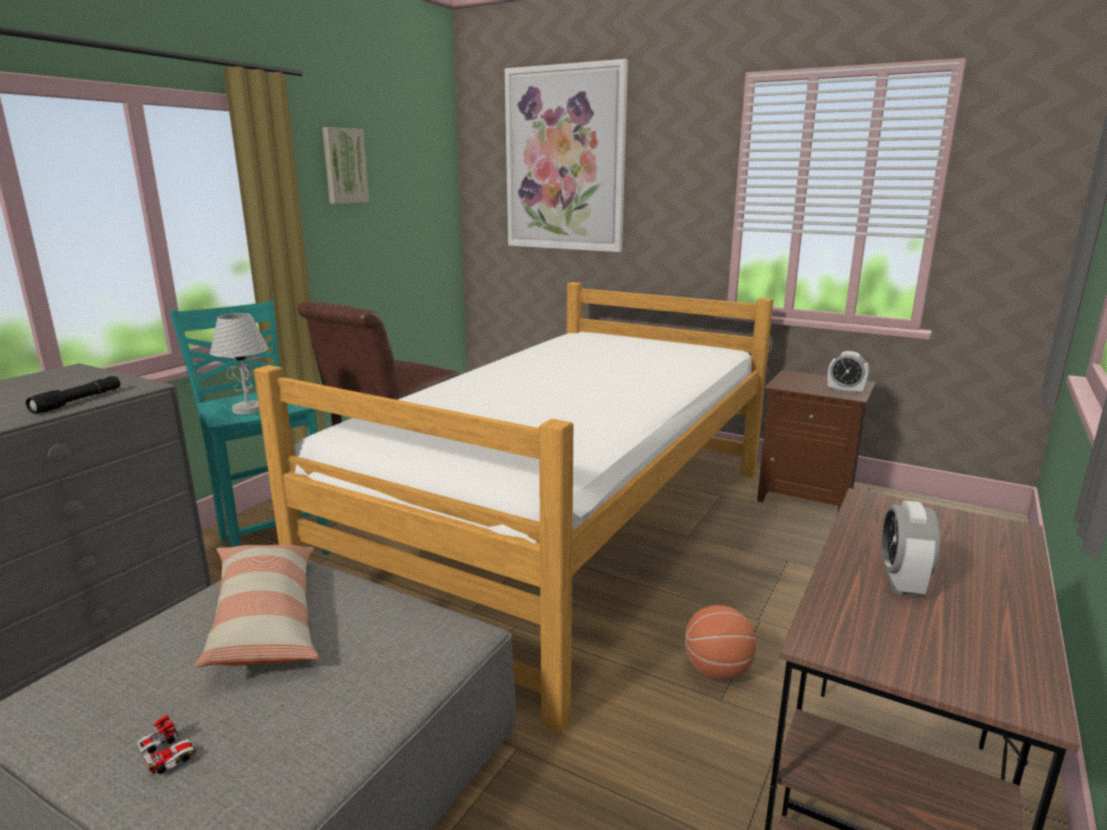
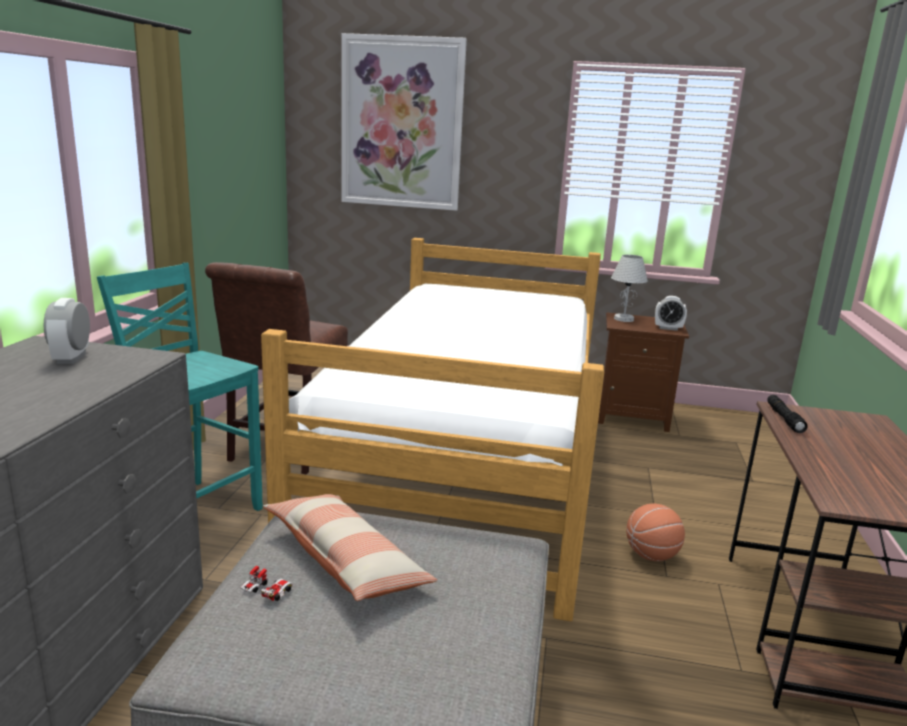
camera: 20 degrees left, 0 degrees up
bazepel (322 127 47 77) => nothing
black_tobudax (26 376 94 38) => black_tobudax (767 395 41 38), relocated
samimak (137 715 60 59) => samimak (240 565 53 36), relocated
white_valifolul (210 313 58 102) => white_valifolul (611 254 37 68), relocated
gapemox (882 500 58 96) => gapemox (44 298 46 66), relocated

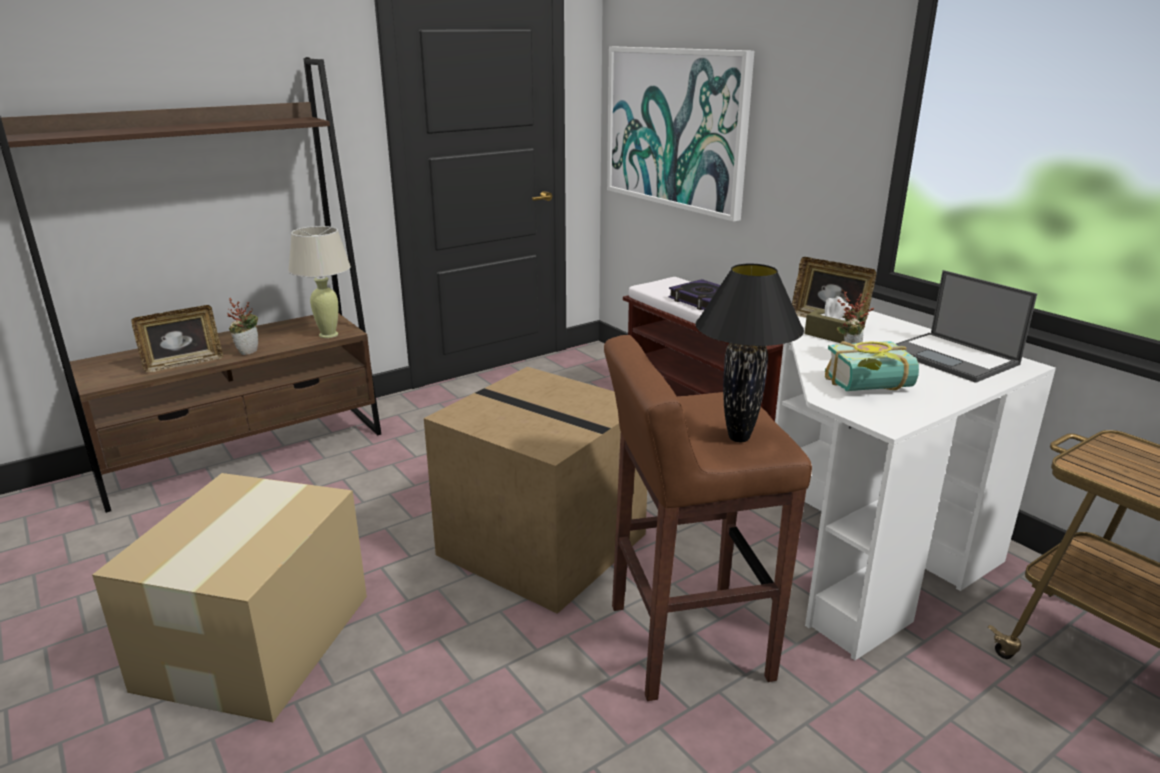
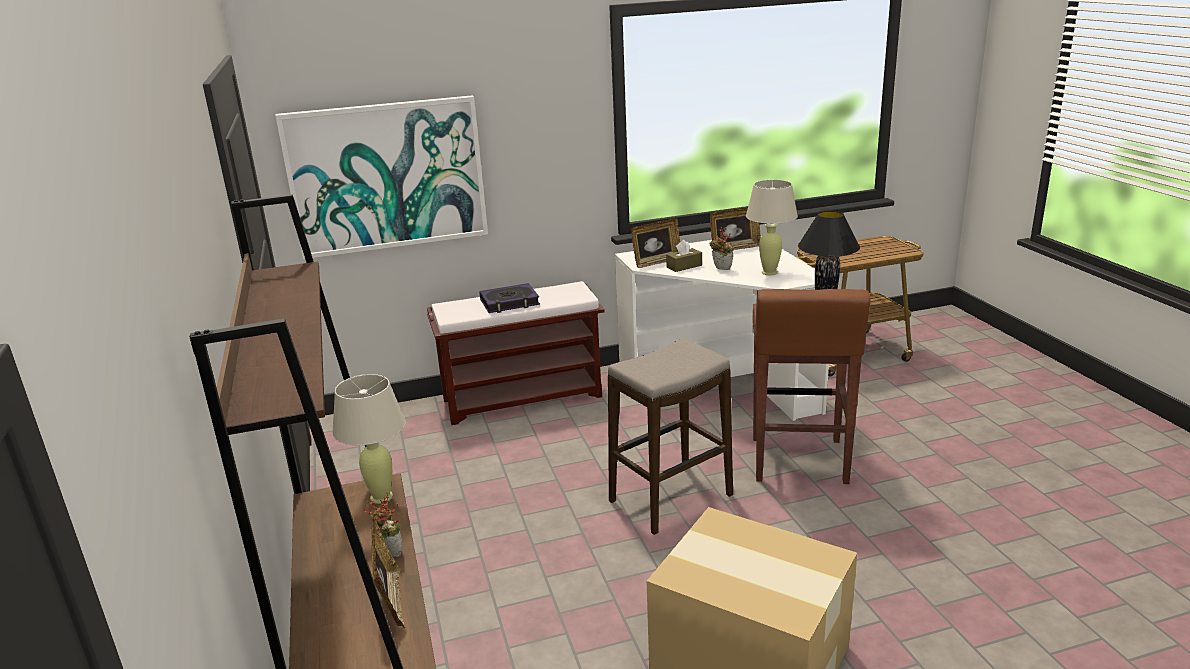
camera: 70 degrees left, 0 degrees up
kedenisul (424 367 223 247) => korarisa (608 338 125 197)
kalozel (825 341 94 50) => beige_valifolul (746 179 52 96)
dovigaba (896 270 141 113) => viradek (710 207 51 43)

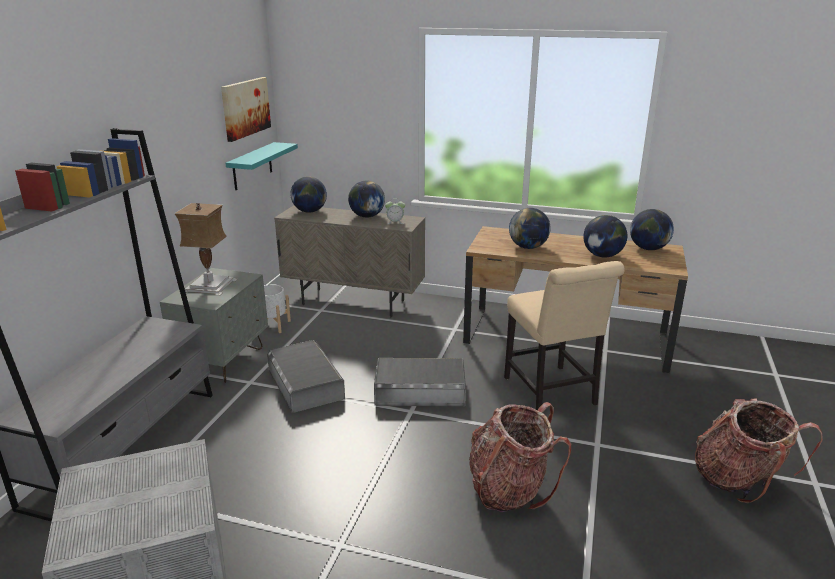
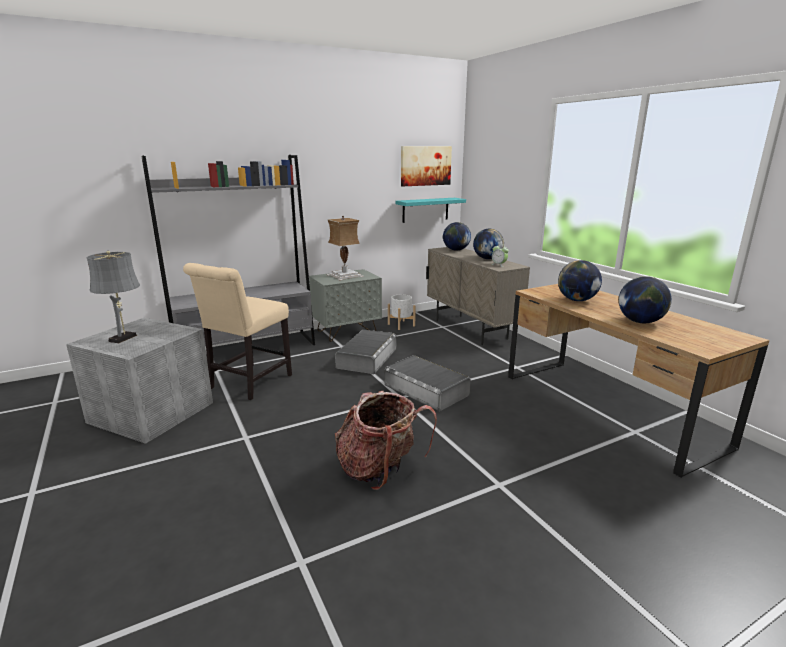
camera: 45 degrees right, 5 degrees down
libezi (630 209 44 41) => nothing
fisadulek (695 398 128 105) => nothing
nothing => grey_valifolul (86 251 54 92)
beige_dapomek (504 261 121 149) => beige_dapomek (183 263 109 137), relocated

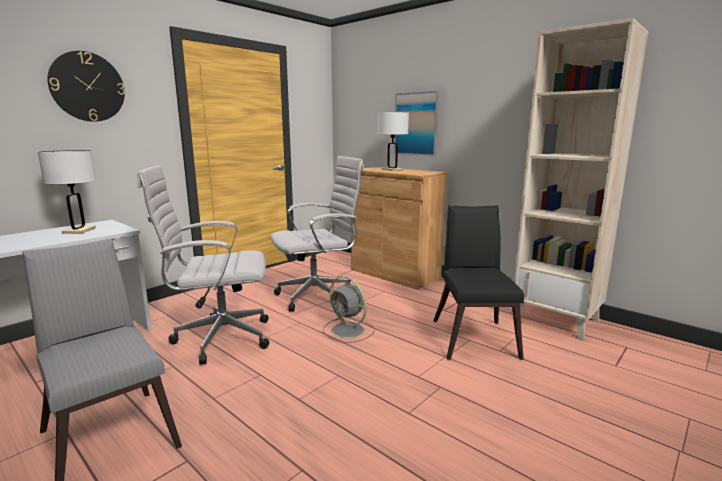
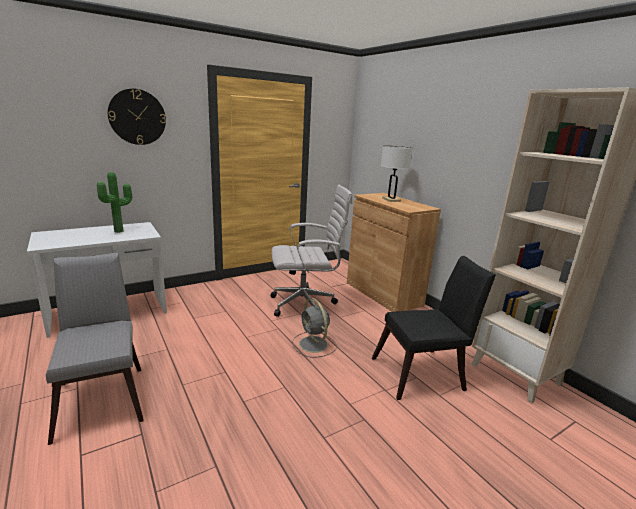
camera: 15 degrees right, 5 degrees up
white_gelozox (137 165 132 200) => nothing
bazepel (394 91 45 65) => nothing
white_valifolul (38 150 58 84) => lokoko (97 172 35 61)
black_dapomek (433 205 91 155) => black_dapomek (372 256 124 144), 60 degrees clockwise

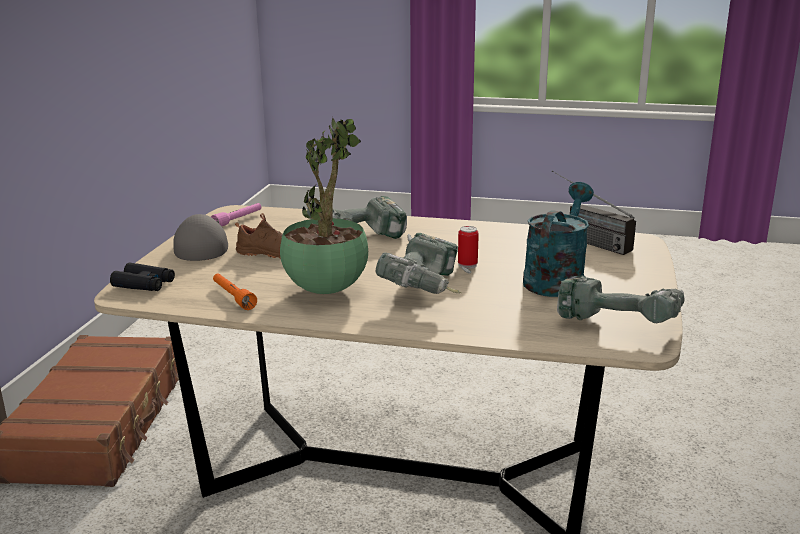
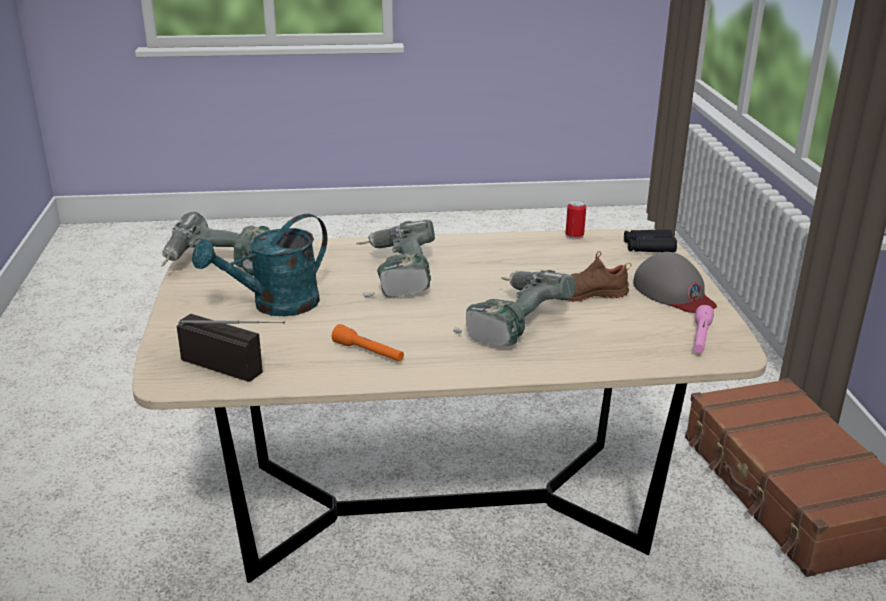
camera: 160 degrees right, 5 degrees up
lokoko (280 117 88 177) => nothing
orange_tobudax (213 274 44 36) => orange_tobudax (332 324 72 38), relocated
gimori (458 226 21 43) => gimori (566 200 20 40), relocated
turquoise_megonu (523 182 71 115) => turquoise_megonu (192 214 135 102), 45 degrees clockwise

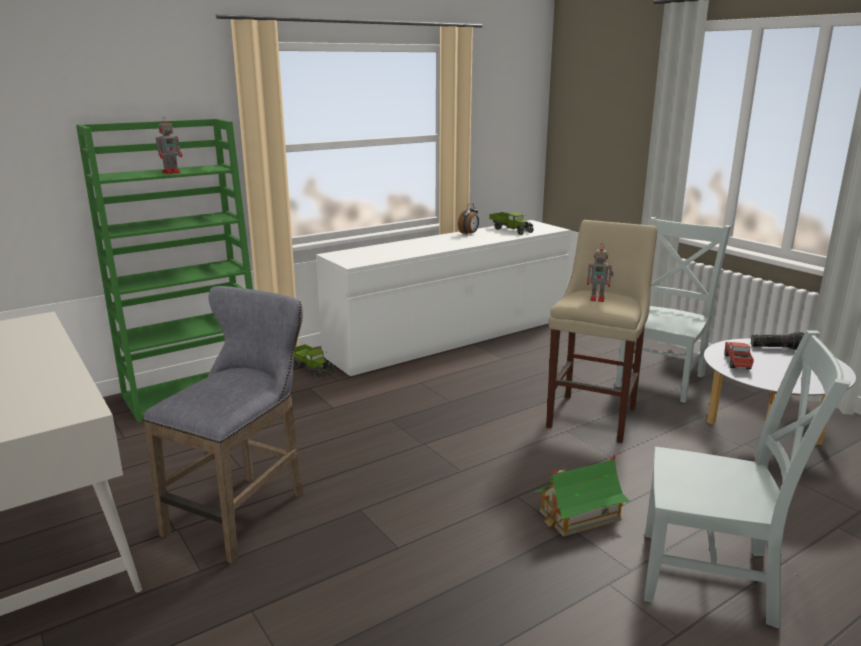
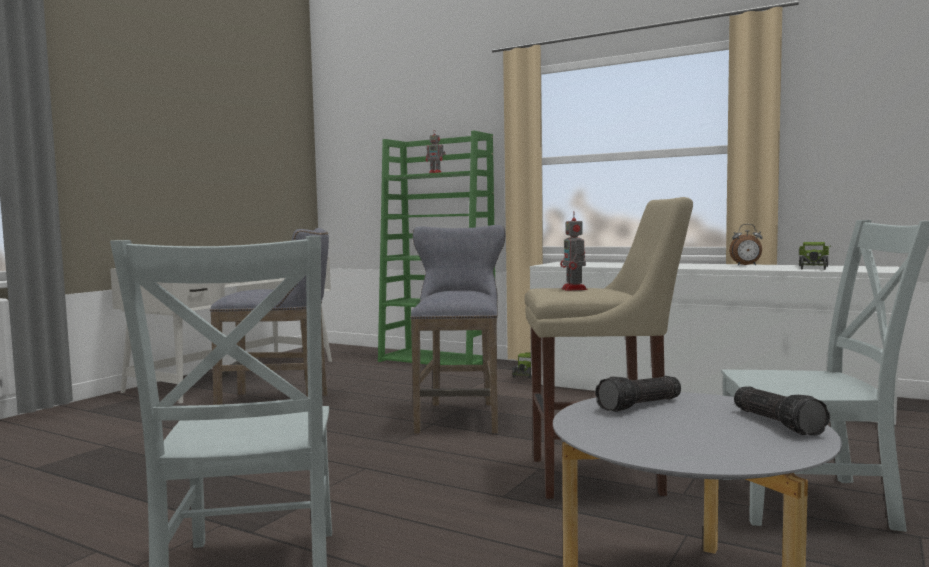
camera: 65 degrees right, 15 degrees down
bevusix (535 456 95 81) => nothing
nothing => grey_korarisa (410 225 96 208)
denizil (724 342 30 27) => tobudax (595 376 86 36)

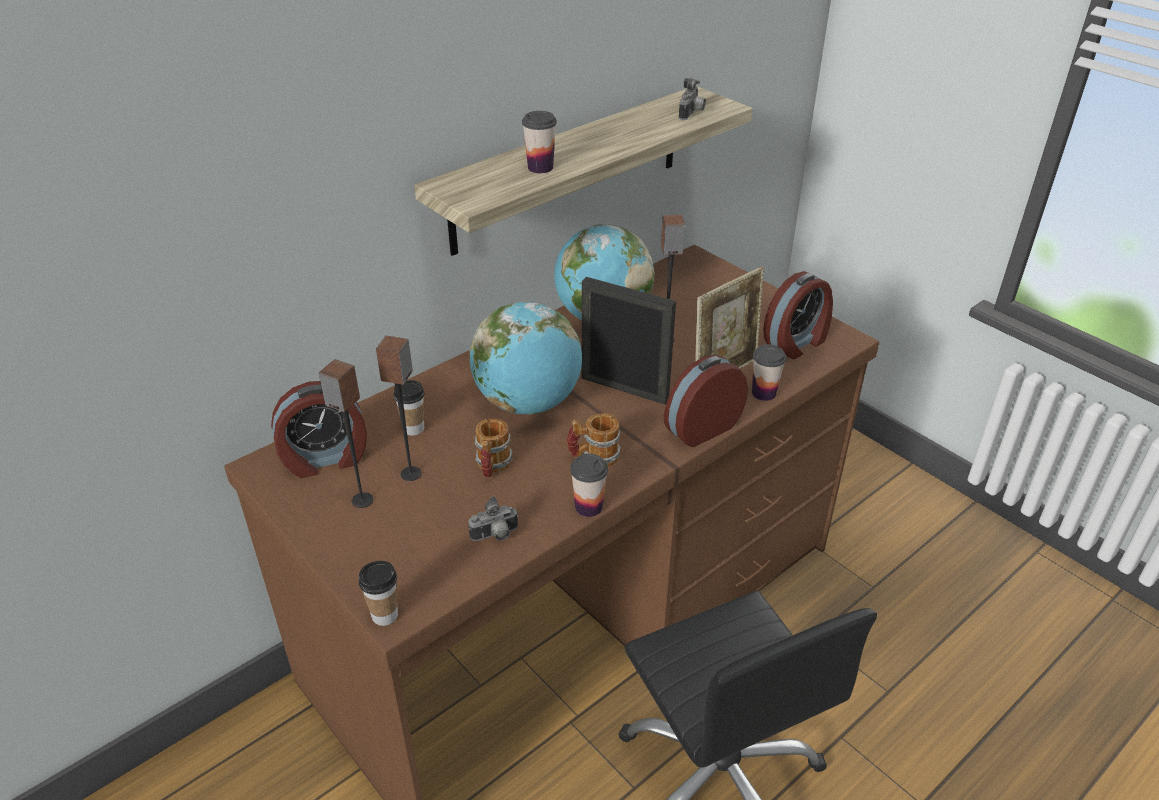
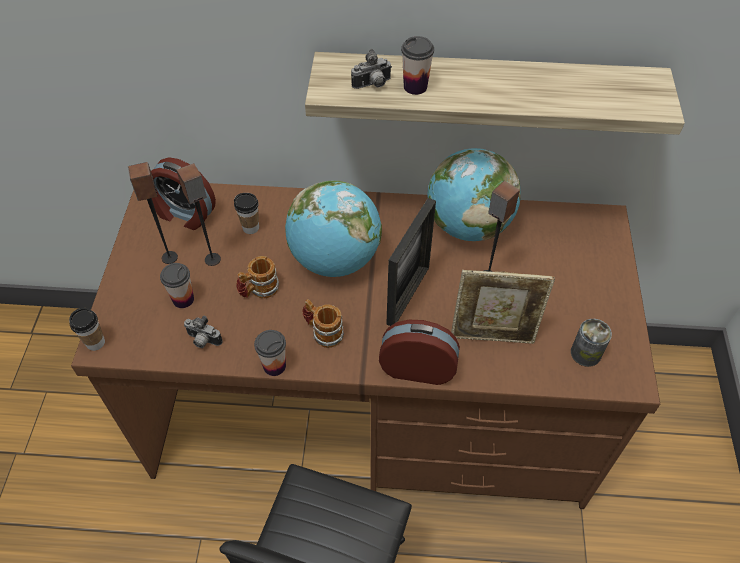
camera: 45 degrees right, 15 degrees up
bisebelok (679 78 27 42) => bisebelok (351 49 41 40), relocated
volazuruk (752 344 34 57) => volazuruk (160 263 34 45), relocated
gapemox (763 271 70 88) => gimori (571 319 41 48)
viradek (582 277 94 127) => viradek (386 198 50 128), 45 degrees clockwise

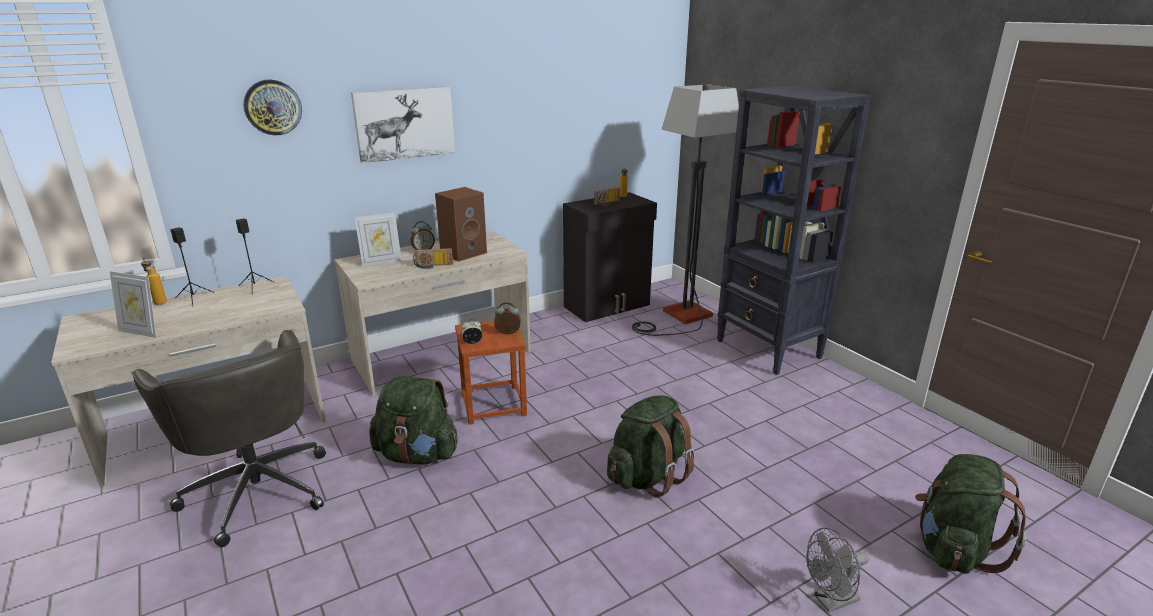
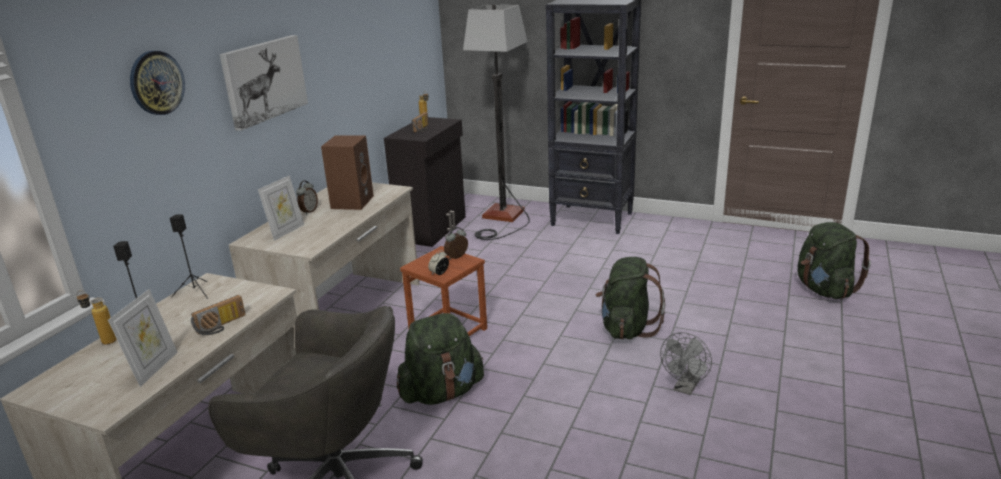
camera: 35 degrees left, 0 degrees up
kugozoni (413 248 40 21) => kugozoni (191 295 55 40), relocated
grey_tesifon (806 528 63 84) => grey_tesifon (660 332 52 63), relocated
viradek (110 271 47 67) => viradek (108 289 70 98), 60 degrees counterclockwise

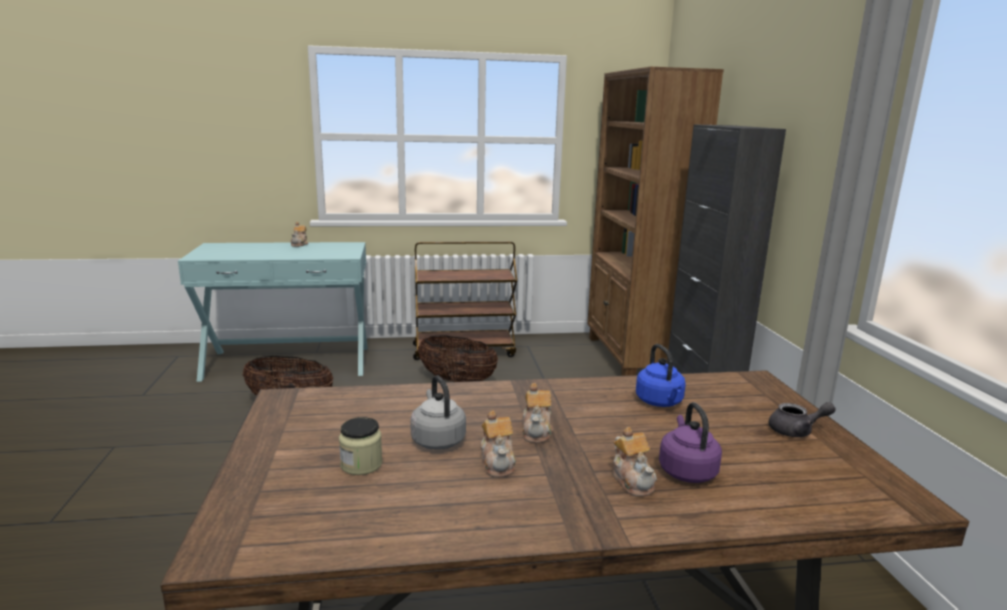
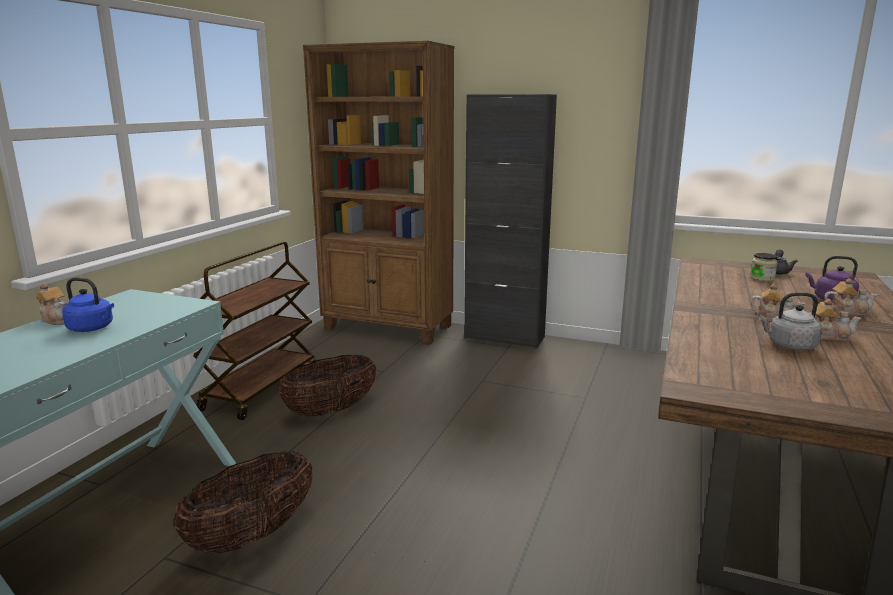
camera: 60 degrees left, 0 degrees up
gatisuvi (339 417 43 58) => gatisuvi (750 253 28 28), relocated
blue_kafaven (636 344 50 63) => blue_kafaven (62 277 52 55), relocated

